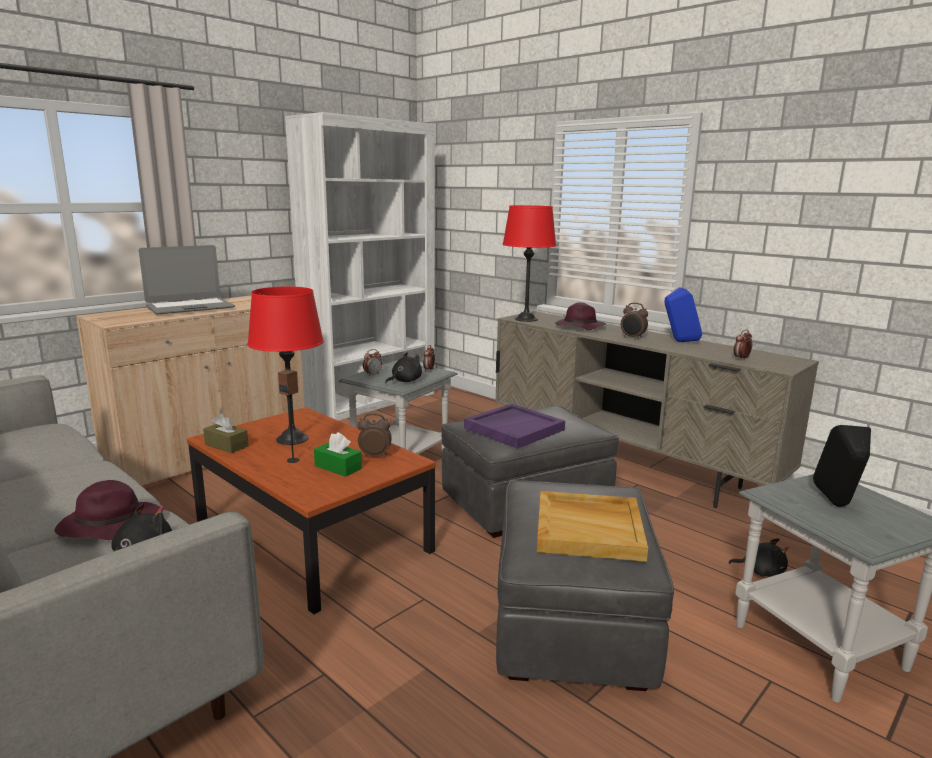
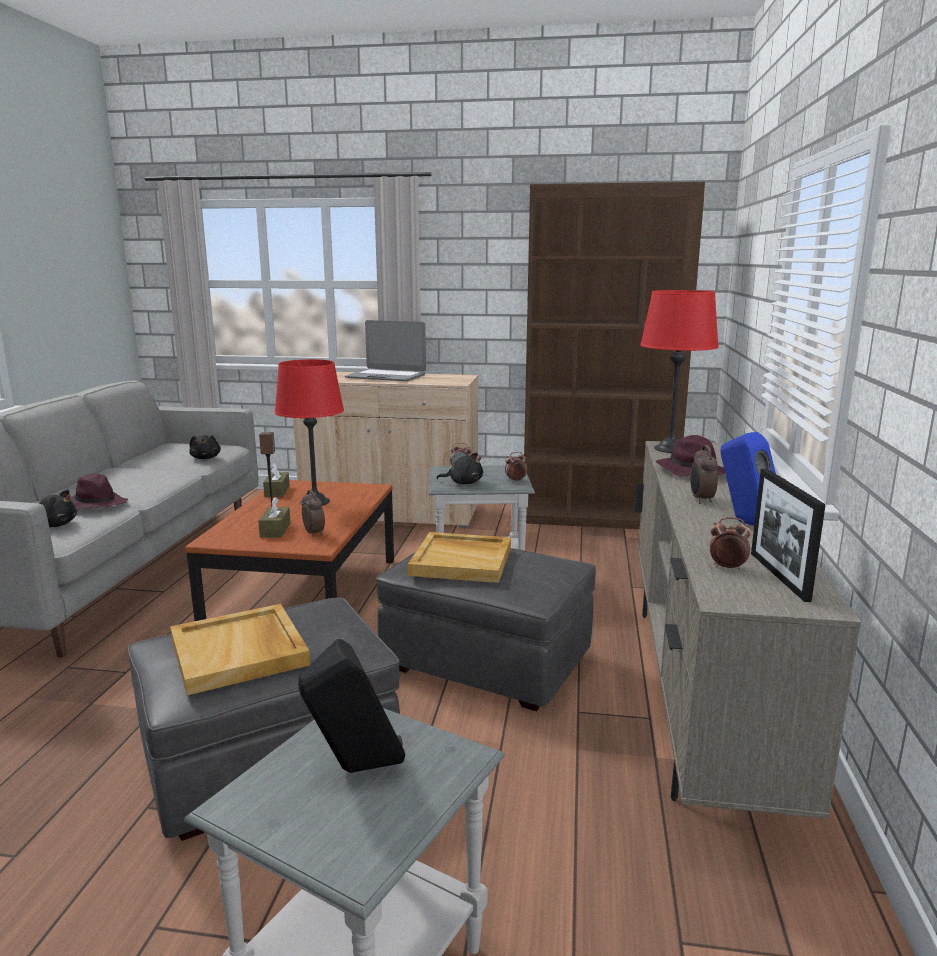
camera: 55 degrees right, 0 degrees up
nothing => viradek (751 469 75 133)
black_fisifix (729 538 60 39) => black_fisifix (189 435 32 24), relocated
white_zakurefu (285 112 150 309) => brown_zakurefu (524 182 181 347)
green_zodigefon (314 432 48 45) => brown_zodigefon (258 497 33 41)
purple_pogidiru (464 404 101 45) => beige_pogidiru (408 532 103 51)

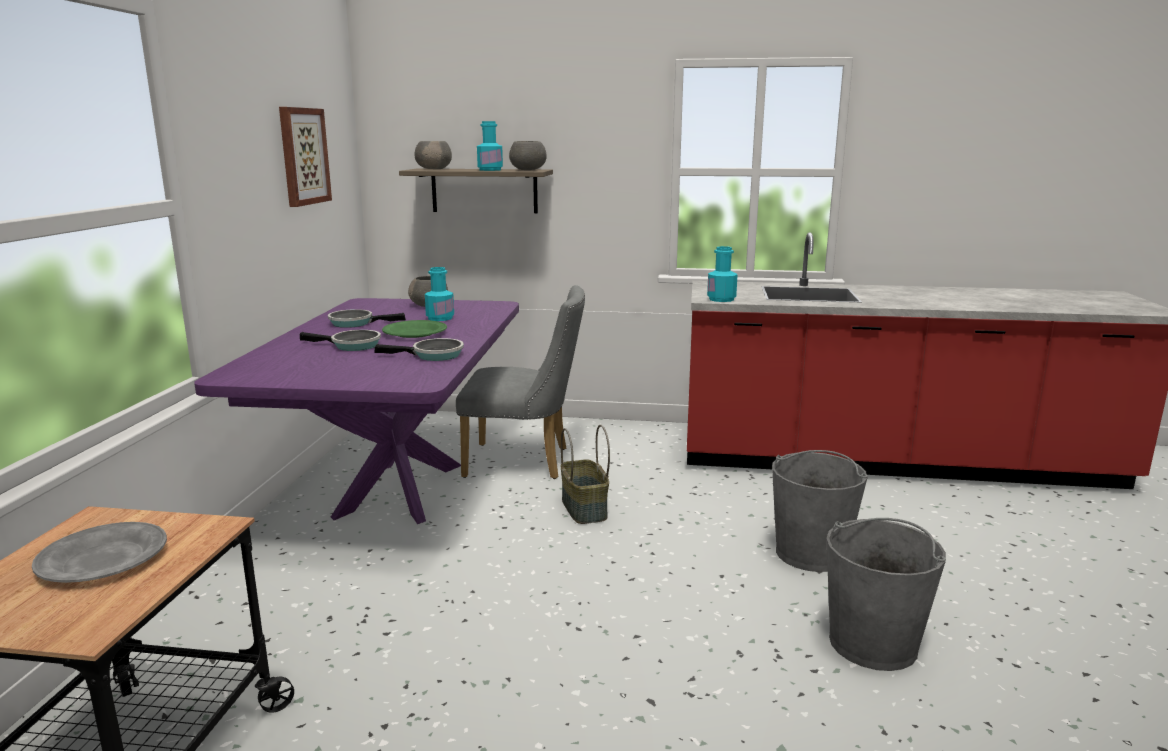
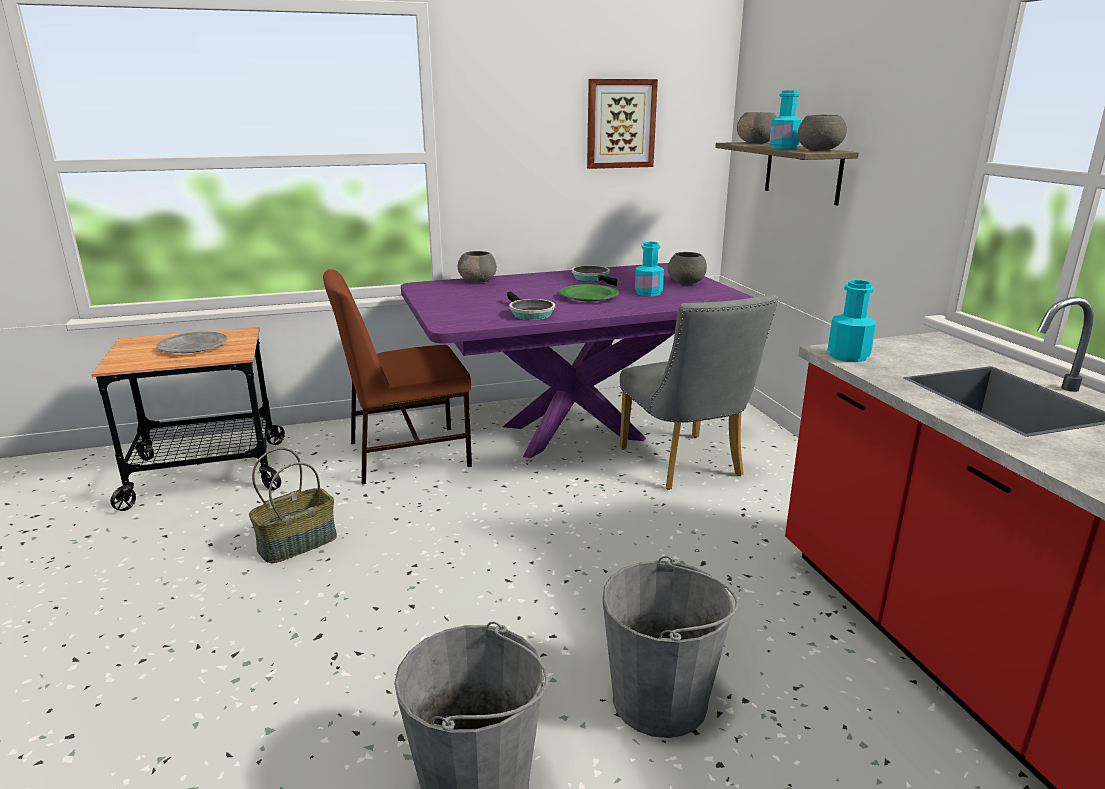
camera: 65 degrees right, 5 degrees up
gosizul (300 330 81 21) => nothing
nothing => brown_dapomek (323 269 149 215)
nothing => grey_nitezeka (458 251 39 32)
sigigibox (561 425 49 99) => sigigibox (249 448 88 115), relocated

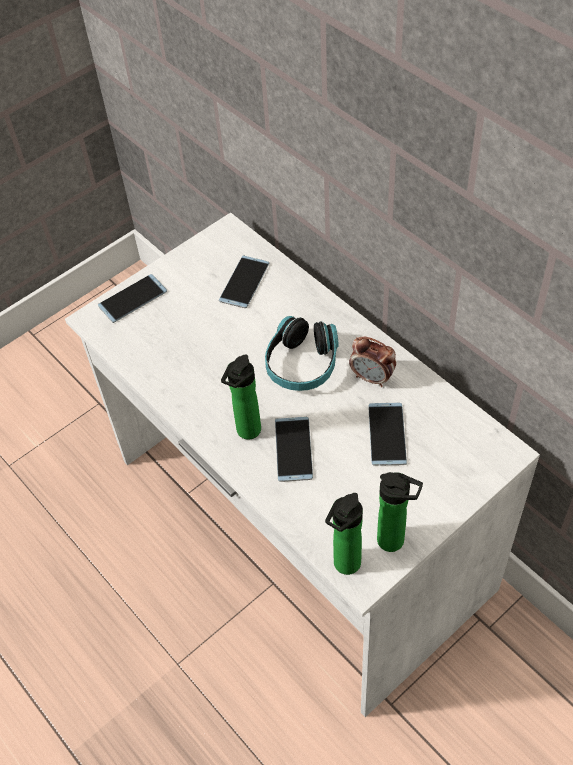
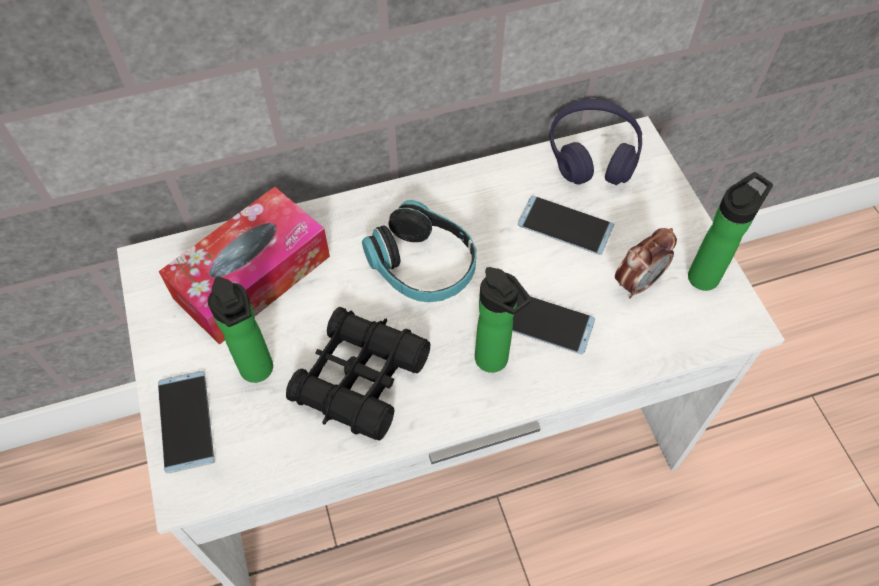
camera: 70 degrees left, 5 degrees up
nothing => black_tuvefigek (286 307 145 133)
nothing => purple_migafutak (549 99 93 86)
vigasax (325 493 38 82) => vigasax (208 277 65 106), relocated
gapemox (349 337 47 50) => gapemox (615 228 62 70), relocated
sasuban (219 255 50 53) => zodigefon (158 187 172 158)

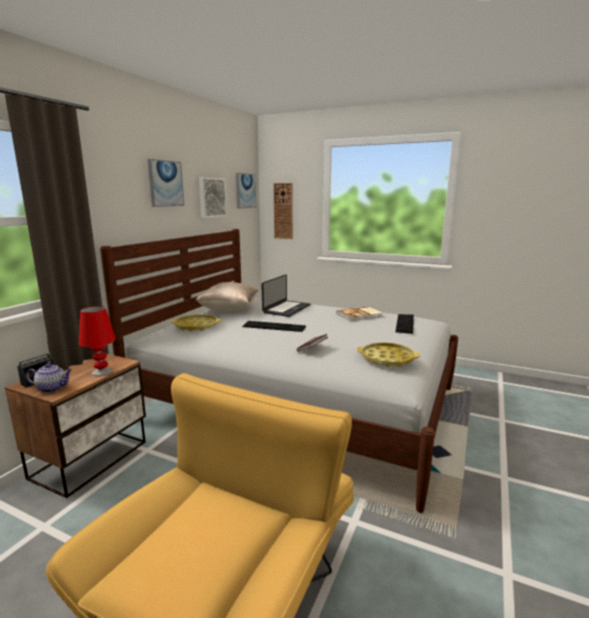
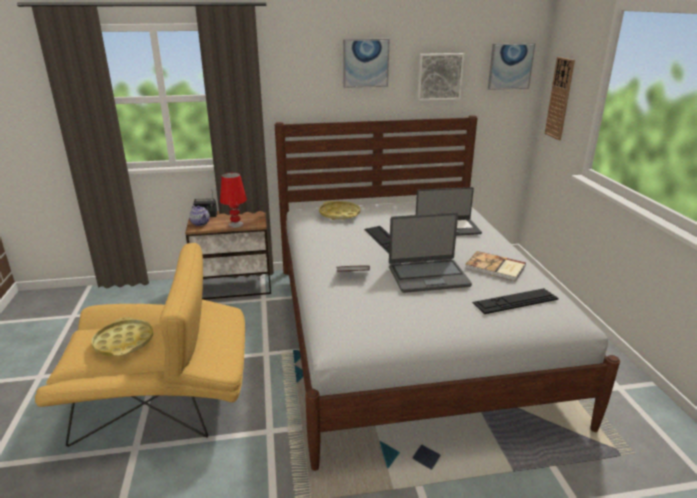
camera: 55 degrees right, 10 degrees up
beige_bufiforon (196 282 62 29) => nothing
nothing => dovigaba (389 212 83 81)
yellow_pogidiru (357 342 63 25) => yellow_pogidiru (91 317 62 39), relocated

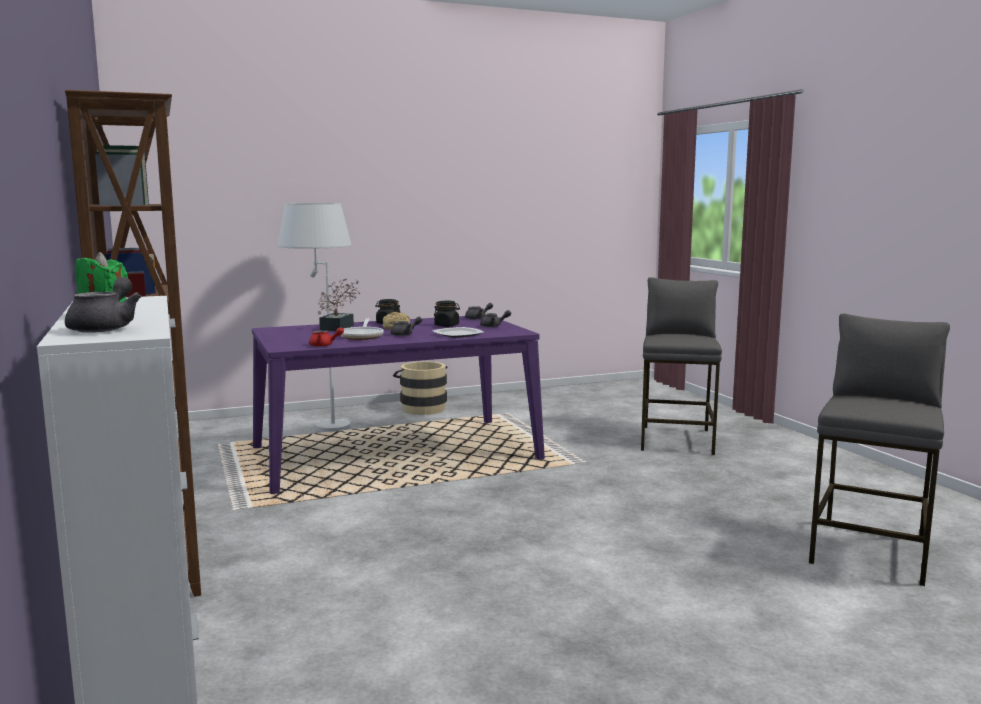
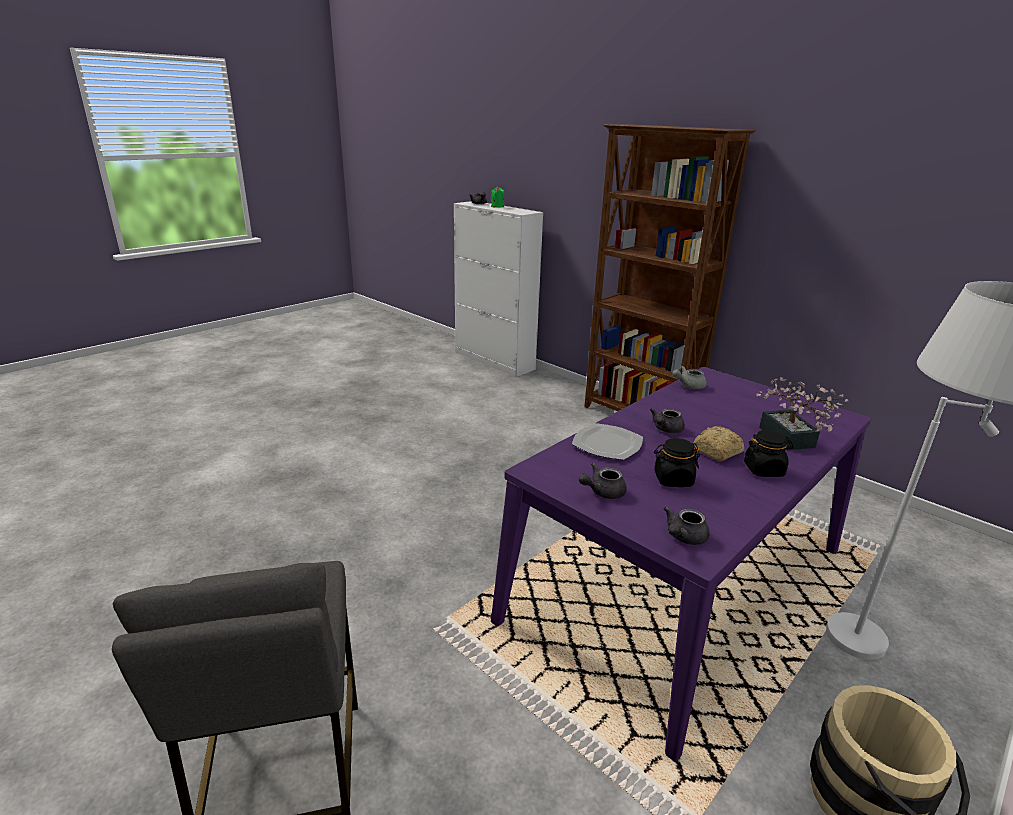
camera: 155 degrees right, 15 degrees up
gosizul (341 318 43 22) => nothing
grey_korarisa (809 313 141 273) => nothing
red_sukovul (309 327 35 20) => grey_sukovul (672 366 35 23)

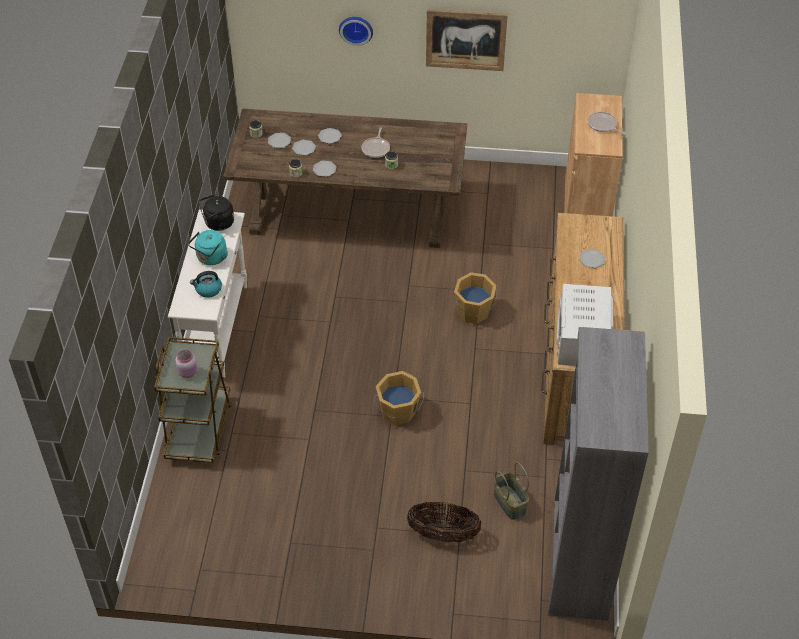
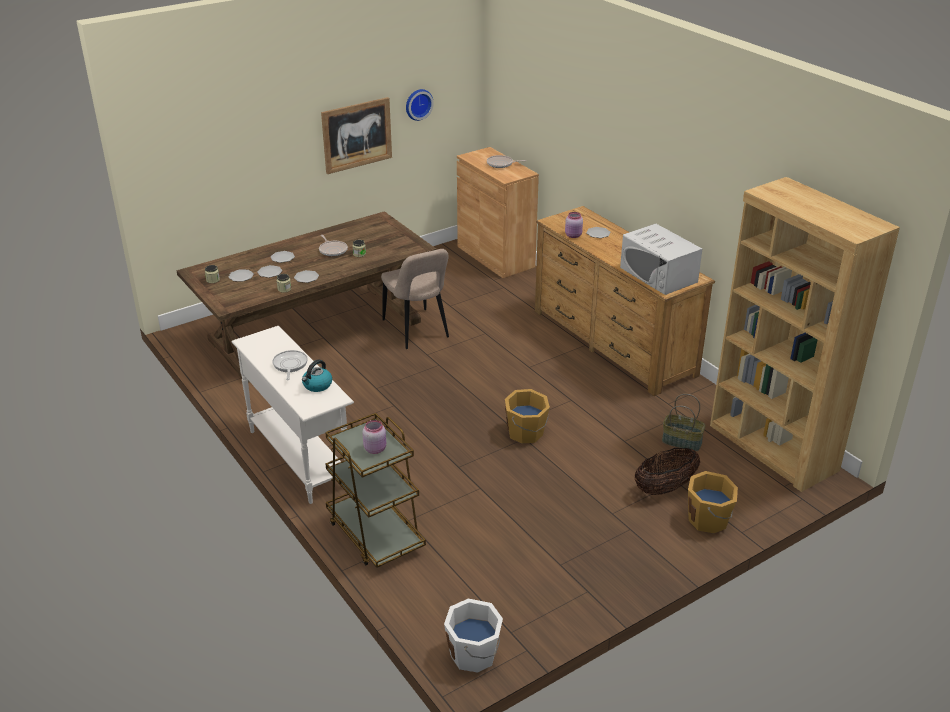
camera: 40 degrees left, 15 degrees down
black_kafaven (198 194 36 37) => nothing
nothing => beige_dapomek (381 249 68 100)
nothing => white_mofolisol (444 599 59 74)
nothing => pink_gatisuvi (565 212 18 26)
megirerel (339 17 34 29) => megirerel (406 89 28 32), relocated
orange_mofolisol (454 272 43 52) => orange_mofolisol (688 471 50 62), relocated
turquoise_kafaven (188 230 40 35) => gosizul (273 350 35 30)
grey_zakurefu (548 327 101 294) => brown_zakurefu (710 177 190 315)

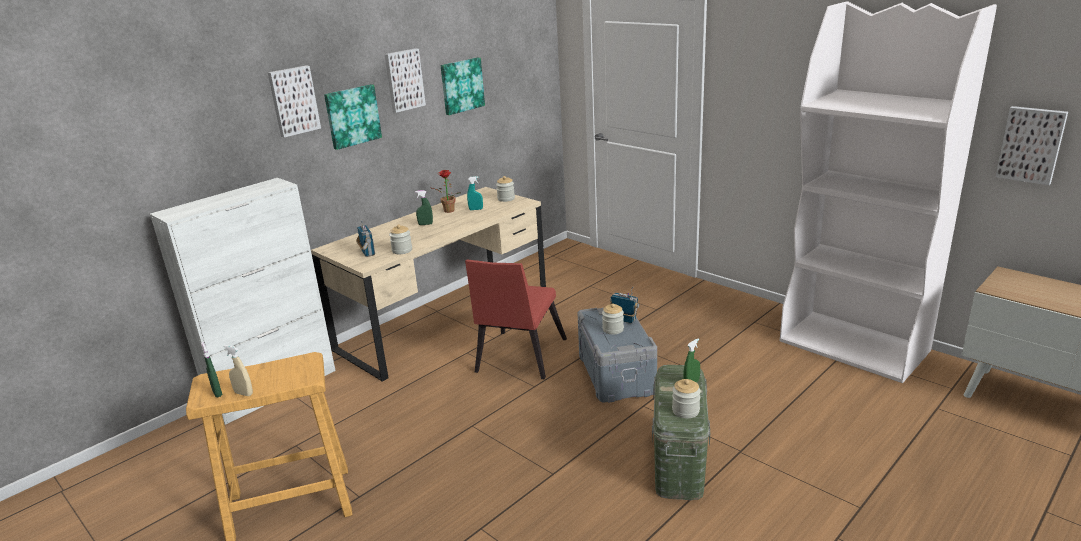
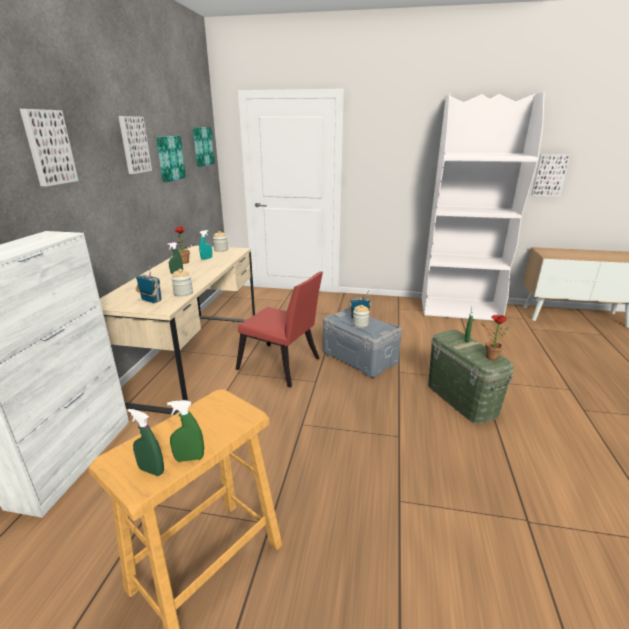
camera: 35 degrees left, 0 degrees up
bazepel (324 84 58 66) => bazepel (193 127 22 40), relocated
gatisuvi (672 379 29 40) => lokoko (481 315 28 45)
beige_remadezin (224 345 29 51) => green_remadezin (167 400 37 62)
red_dapomek (465 259 102 120) => red_dapomek (236 272 87 116), 45 degrees counterclockwise

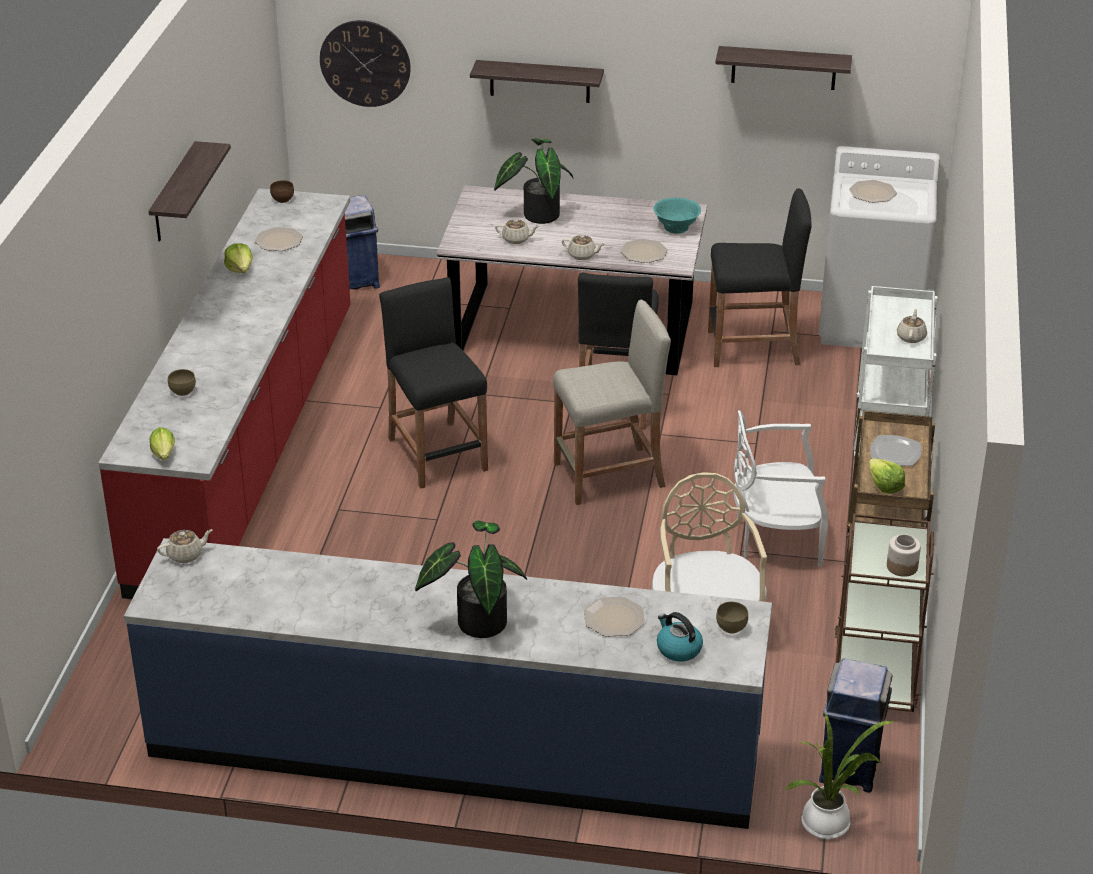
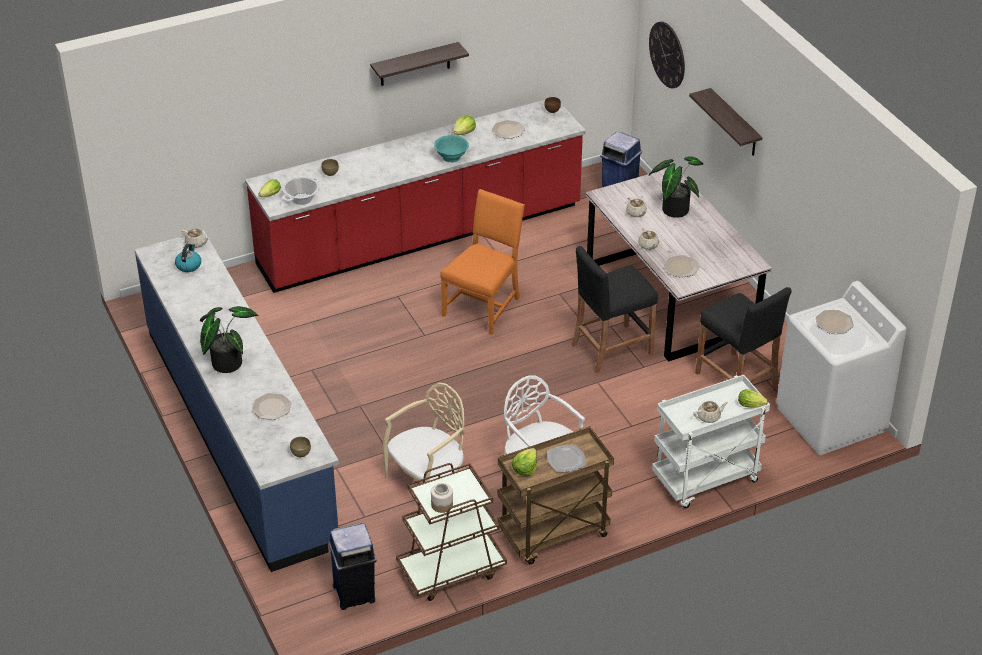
camera: 55 degrees right, 5 degrees up
beige_korarisa (553 299 118 206) => nothing
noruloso (715 46 137 44) => nothing
lokoko (785 712 109 127) => nothing
nothing => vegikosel (282 177 38 28)
nothing => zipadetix (738 389 30 19)
turquoise_nitezeka (653 197 48 37) => turquoise_nitezeka (434 135 35 27), relocated
kafaven (657 612 46 50) => kafaven (175 244 26 28), relocated
black_korarisa (379 277 109 212) => orange_dapomek (440 189 85 146)

